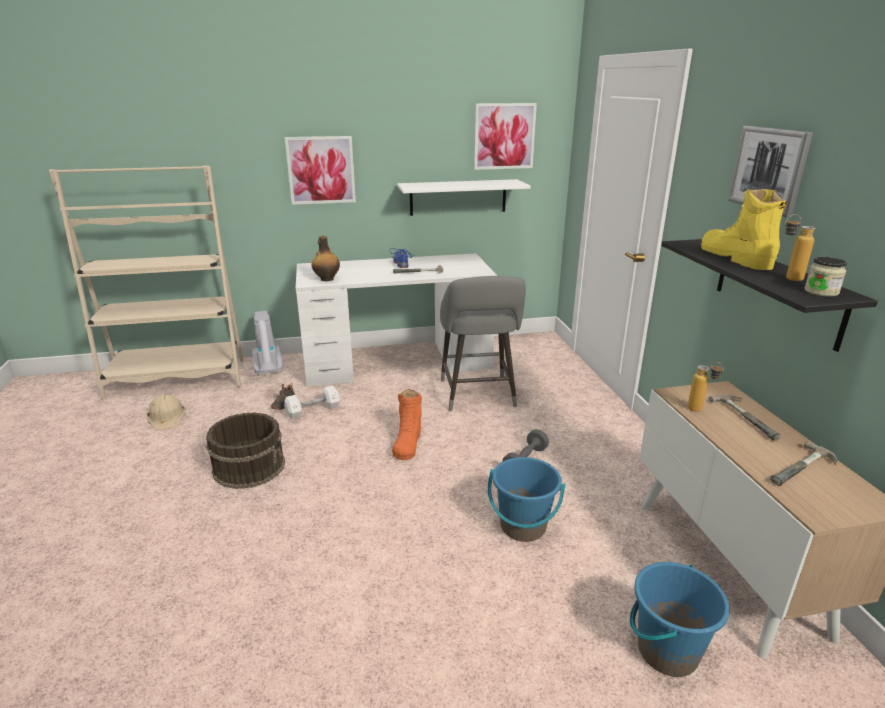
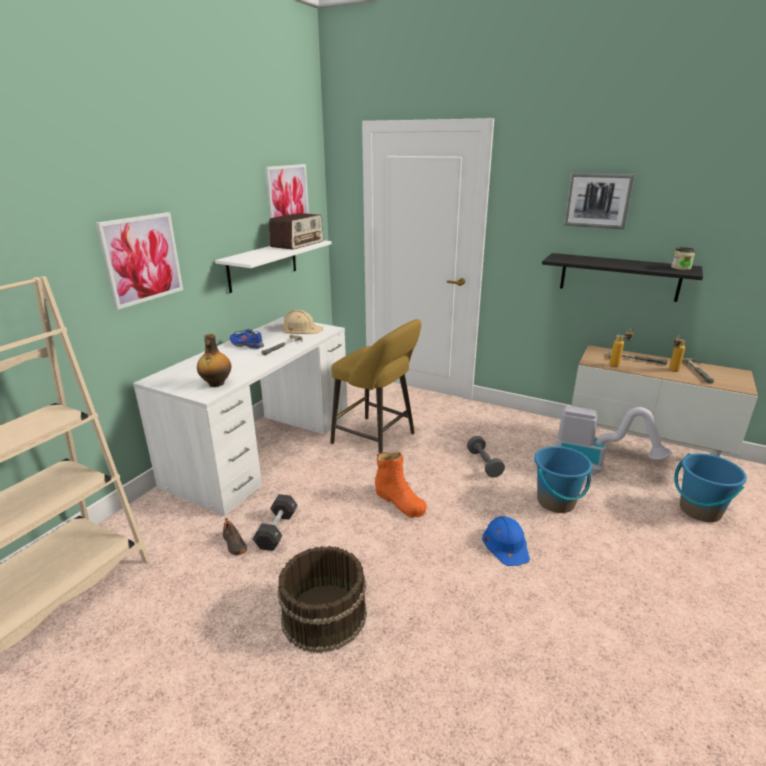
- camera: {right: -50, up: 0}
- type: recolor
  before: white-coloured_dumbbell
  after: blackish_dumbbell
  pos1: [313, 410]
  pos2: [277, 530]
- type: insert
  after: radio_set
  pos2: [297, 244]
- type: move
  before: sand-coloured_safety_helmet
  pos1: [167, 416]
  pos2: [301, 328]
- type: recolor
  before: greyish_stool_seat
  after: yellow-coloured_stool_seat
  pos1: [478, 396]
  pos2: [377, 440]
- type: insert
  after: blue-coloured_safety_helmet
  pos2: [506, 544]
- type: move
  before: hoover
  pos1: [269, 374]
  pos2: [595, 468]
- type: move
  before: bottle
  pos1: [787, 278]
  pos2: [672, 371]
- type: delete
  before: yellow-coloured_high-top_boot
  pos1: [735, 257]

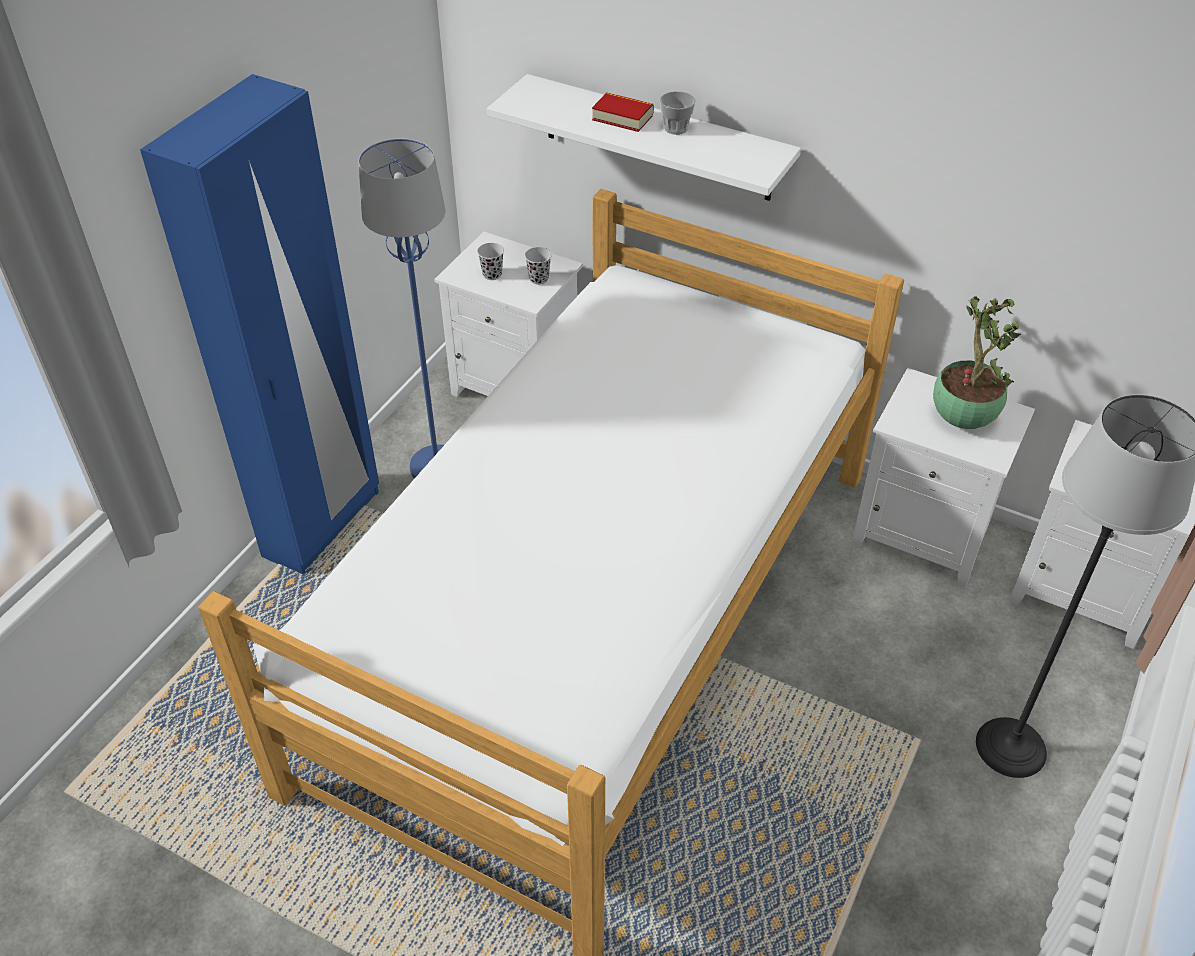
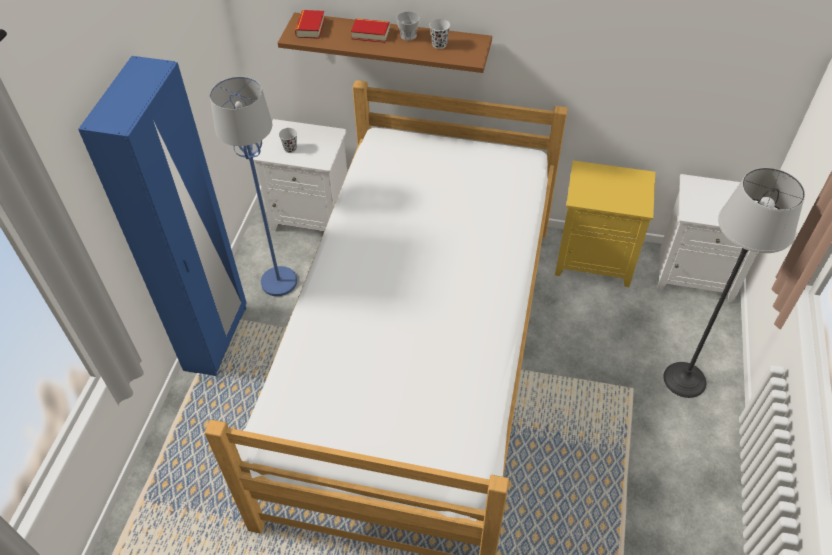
- camera: {right: -15, up: 5}
- type: recolor
  before: white-coloured_shelf
  after: brown_shelf
  pos1: [657, 138]
  pos2: [392, 42]
- type: insert
  after: book
  pos2: [310, 28]
- type: move
  before: blackish_cup
  pos1: [539, 279]
  pos2: [439, 44]
- type: recolor
  before: white-coloured_night_table
  after: yellow-coloured_night_table
  pos1: [924, 535]
  pos2: [595, 259]
- type: delete
  before: plant_in_a_pot
  pos1: [961, 418]

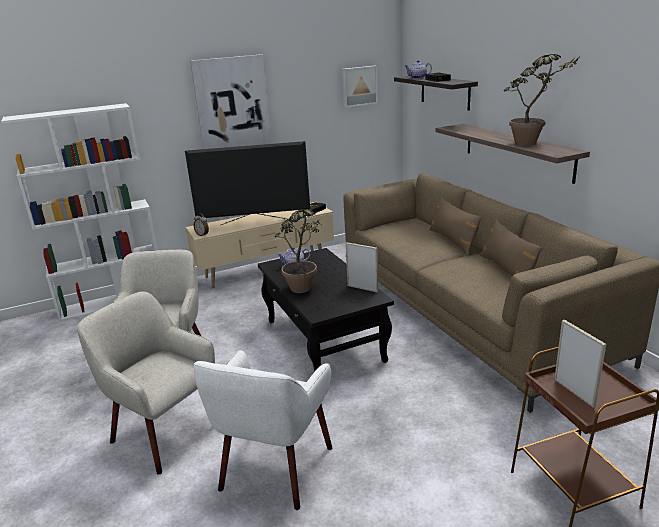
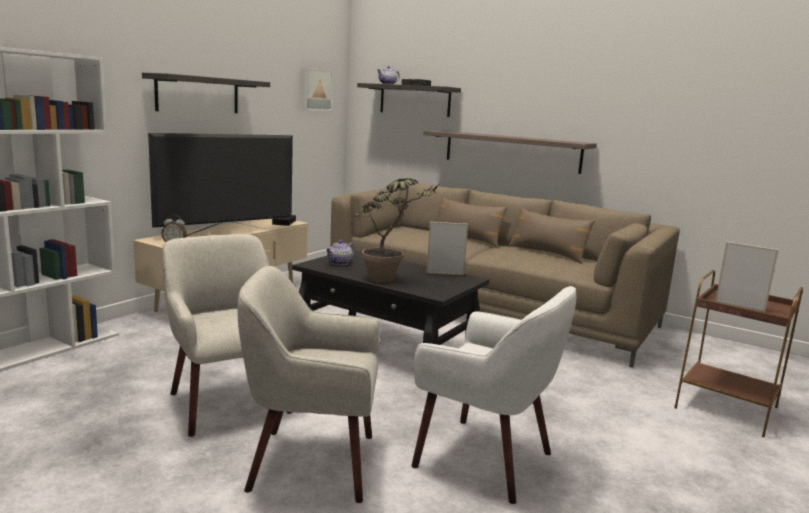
- camera: {right: -35, up: -10}
- type: replace
  before: picture
  after: shelf
  pos1: [233, 112]
  pos2: [198, 94]
- type: rotate
  before: white-coloured_easy_chair
  pos1: [274, 468]
  pos2: [485, 459]
  turn: -45
- type: delete
  before: plant_in_a_pot
  pos1: [532, 144]

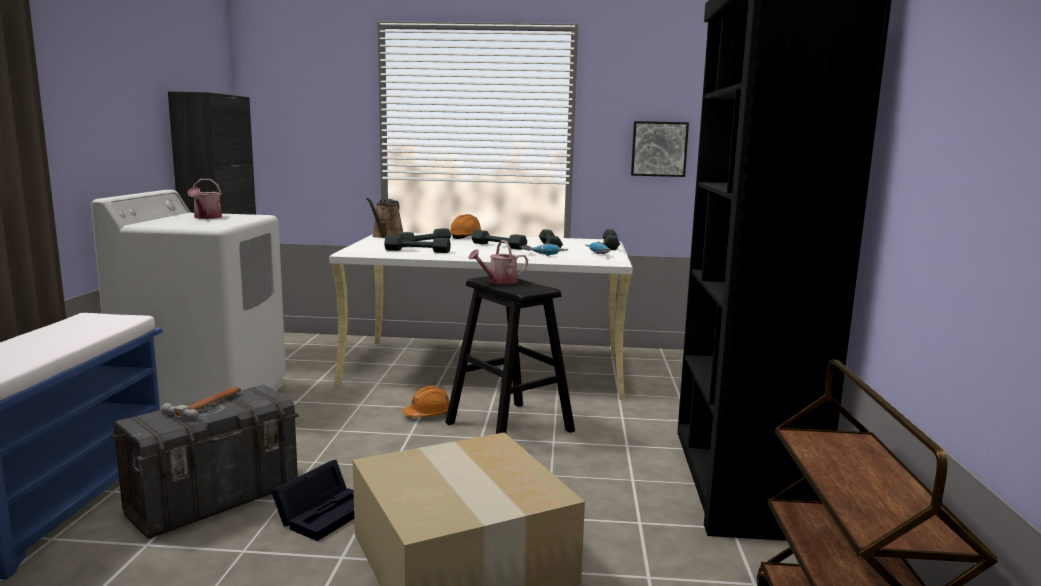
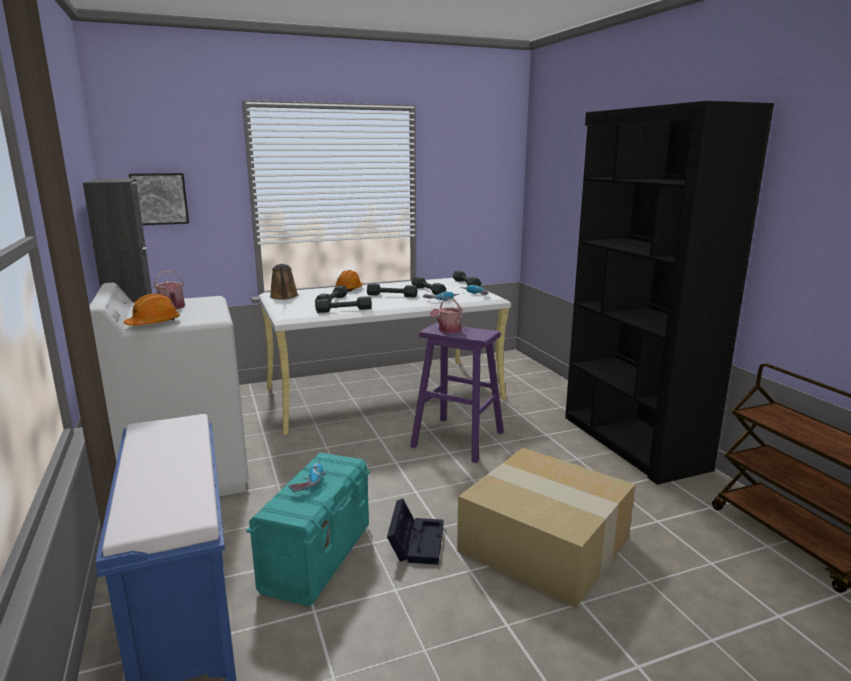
- camera: {right: -25, up: 5}
- type: move
  before: orangey_safety_helmet
  pos1: [428, 414]
  pos2: [154, 323]
- type: move
  before: picture
  pos1: [659, 149]
  pos2: [159, 198]
- type: recolor
  before: greyish_storage_container
  after: turquoise-coloured_storage_container
  pos1: [215, 499]
  pos2: [318, 557]
- type: replace
  before: hammer
  after: power_drill
  pos1: [208, 405]
  pos2: [308, 482]
- type: recolor
  before: blackish_stool_seat
  after: purplish_stool_seat
  pos1: [509, 427]
  pos2: [457, 439]

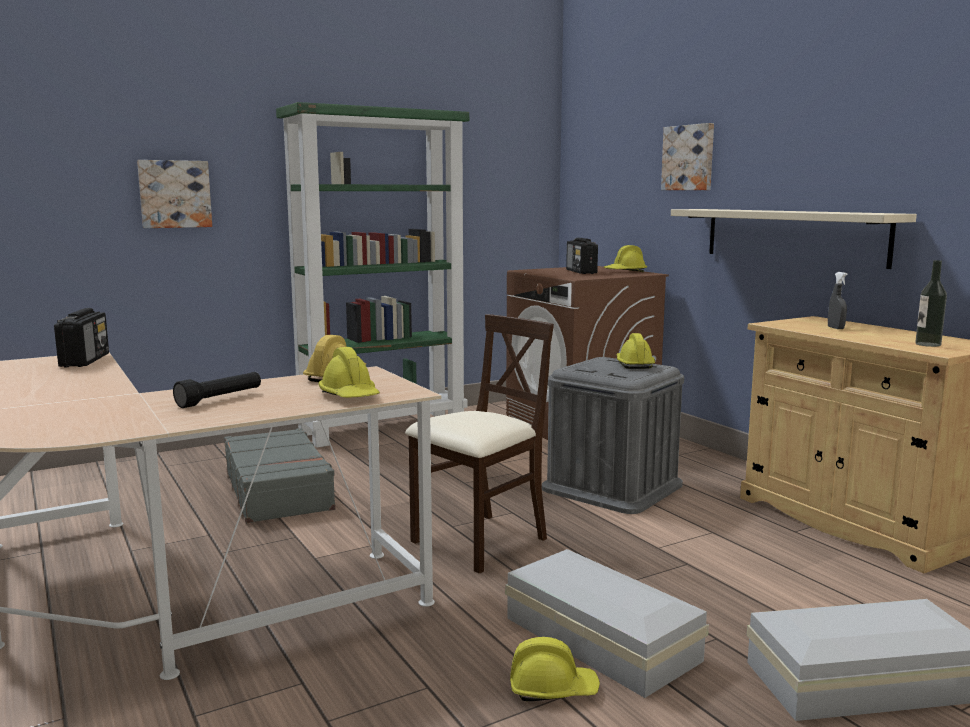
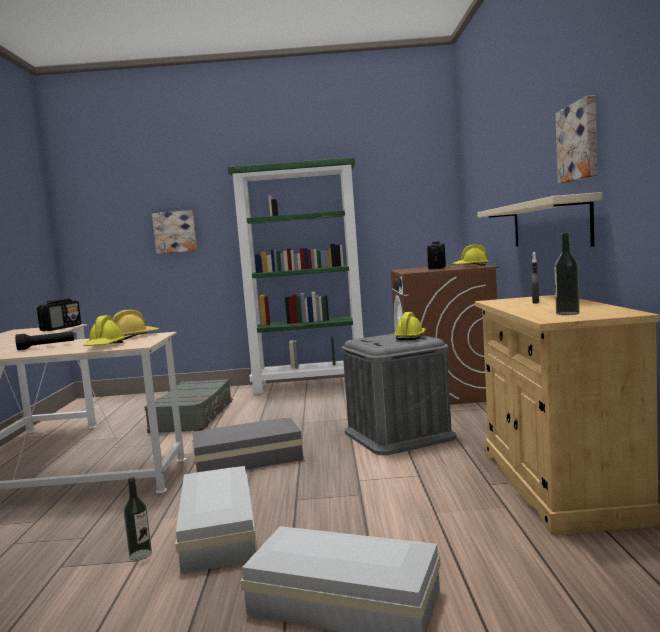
- camera: {right: 30, up: -5}
- type: replace
  before: yellow-coloured_safety_helmet
  after: bottle
  pos1: [553, 689]
  pos2: [140, 555]
- type: replace
  before: sand-coloured_chair
  after: greyish_storage_container
  pos1: [480, 542]
  pos2: [250, 460]
- type: move
  before: picture
  pos1: [689, 158]
  pos2: [579, 142]

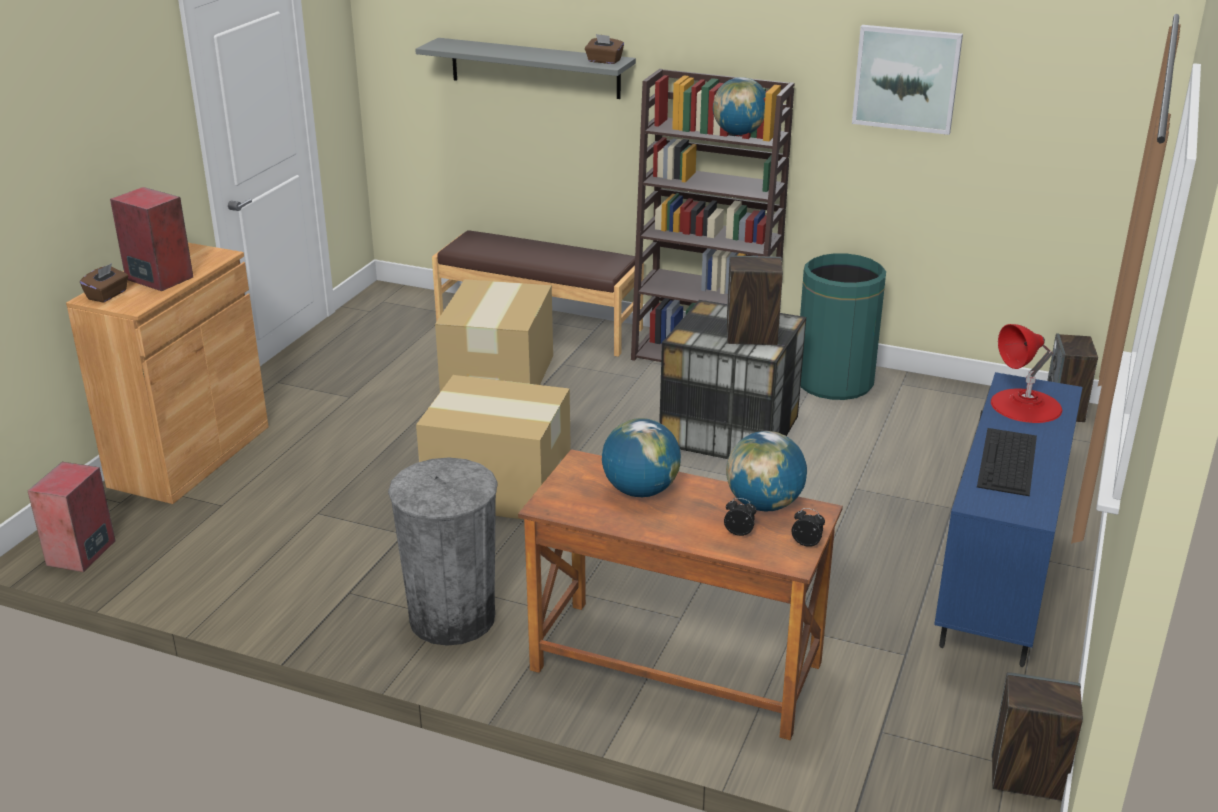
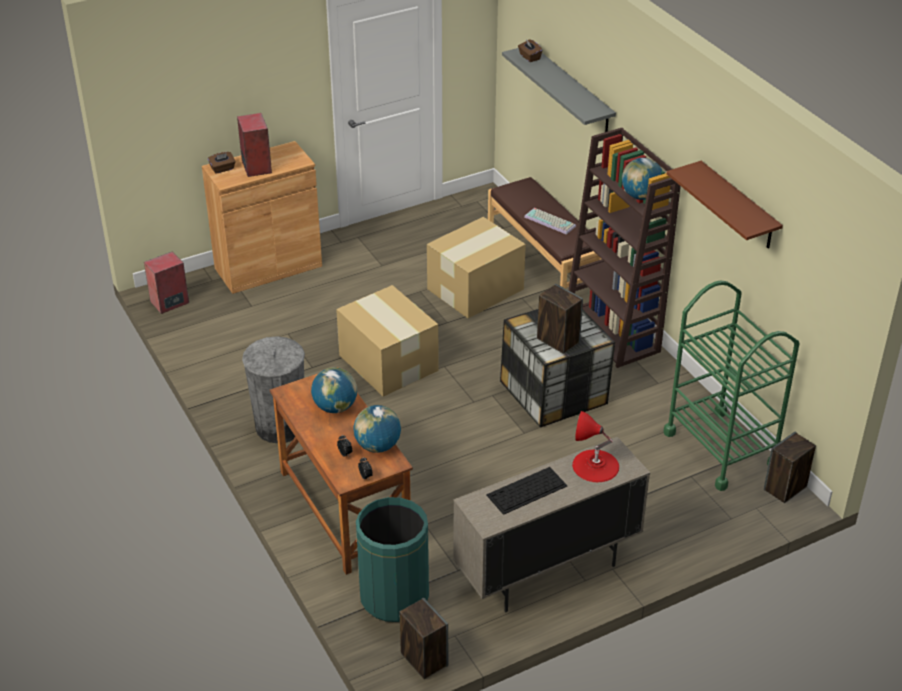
- camera: {right: 40, up: 10}
- type: move
  before: green-coloured_waste_bin
  pos1: [834, 382]
  pos2: [394, 597]
- type: recolor
  before: blue-coloured_cabinet
  after: sand-coloured_cabinet
  pos1: [994, 600]
  pos2: [547, 572]
- type: move
  before: brown_box_of_tissues
  pos1: [604, 61]
  pos2: [529, 57]
- type: insert
  after: PC_keyboard
  pos2: [551, 221]
- type: insert
  after: green-coloured_cart
  pos2: [720, 449]
- type: replace
  before: picture
  after: brown_shelf
  pos1: [906, 78]
  pos2: [738, 206]

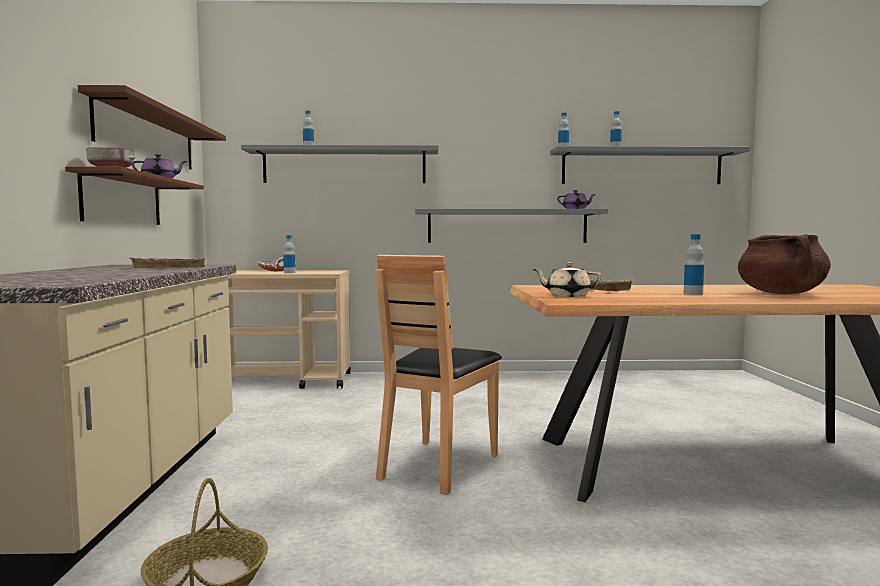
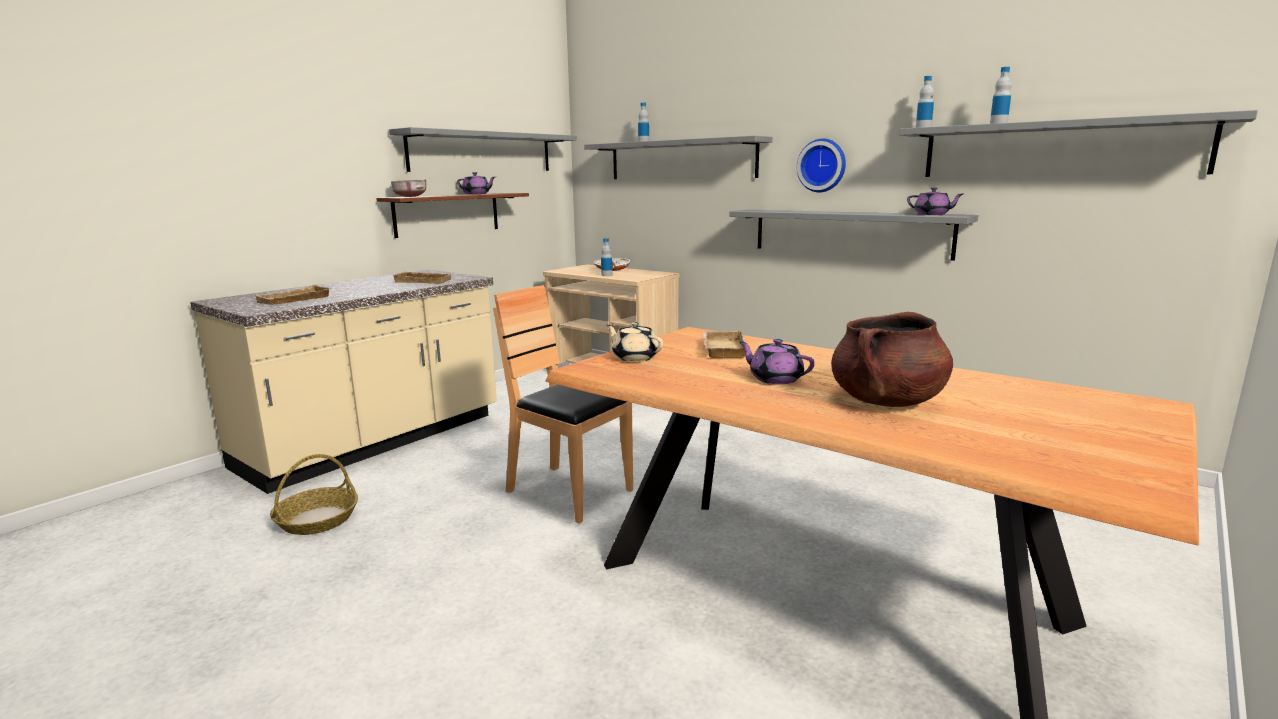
- camera: {right: 40, up: 10}
- type: insert
  after: sand-coloured_tray
  pos2: [294, 300]
- type: recolor
  before: brown_shelf
  after: greyish_shelf
  pos1: [148, 136]
  pos2: [483, 152]
- type: rotate
  before: brown_chair
  pos1: [438, 465]
  pos2: [569, 492]
  turn: 60
- type: replace
  before: bottle
  after: purplish_teapot
  pos1: [693, 293]
  pos2: [775, 379]
- type: insert
  after: wall_clock
  pos2: [822, 165]

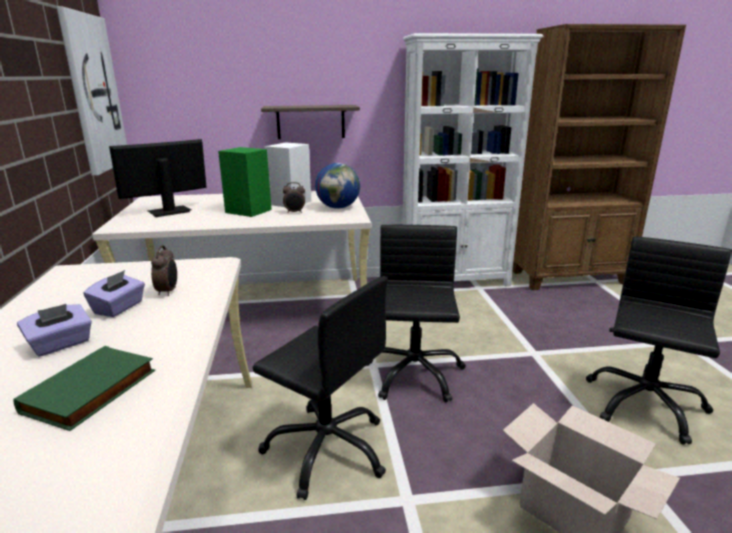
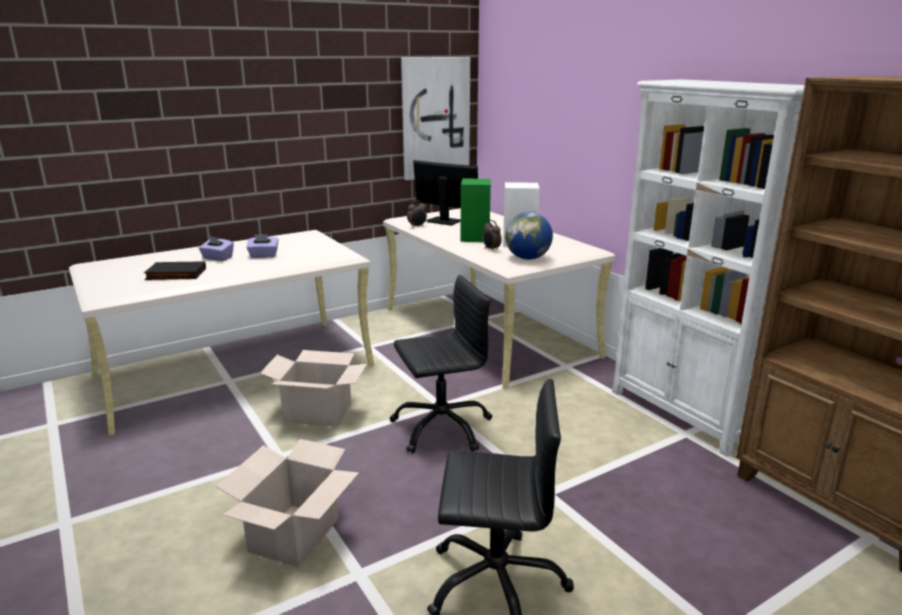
- camera: {right: 65, up: 0}
- type: recolor
  before: green-coloured_book
  after: blackish_book
  pos1: [92, 392]
  pos2: [175, 275]
- type: replace
  before: blackish_computer_chair
  after: carton
  pos1: [327, 449]
  pos2: [317, 413]
- type: move
  before: alarm_clock
  pos1: [168, 291]
  pos2: [417, 226]
- type: delete
  before: shelf
  pos1: [310, 122]

